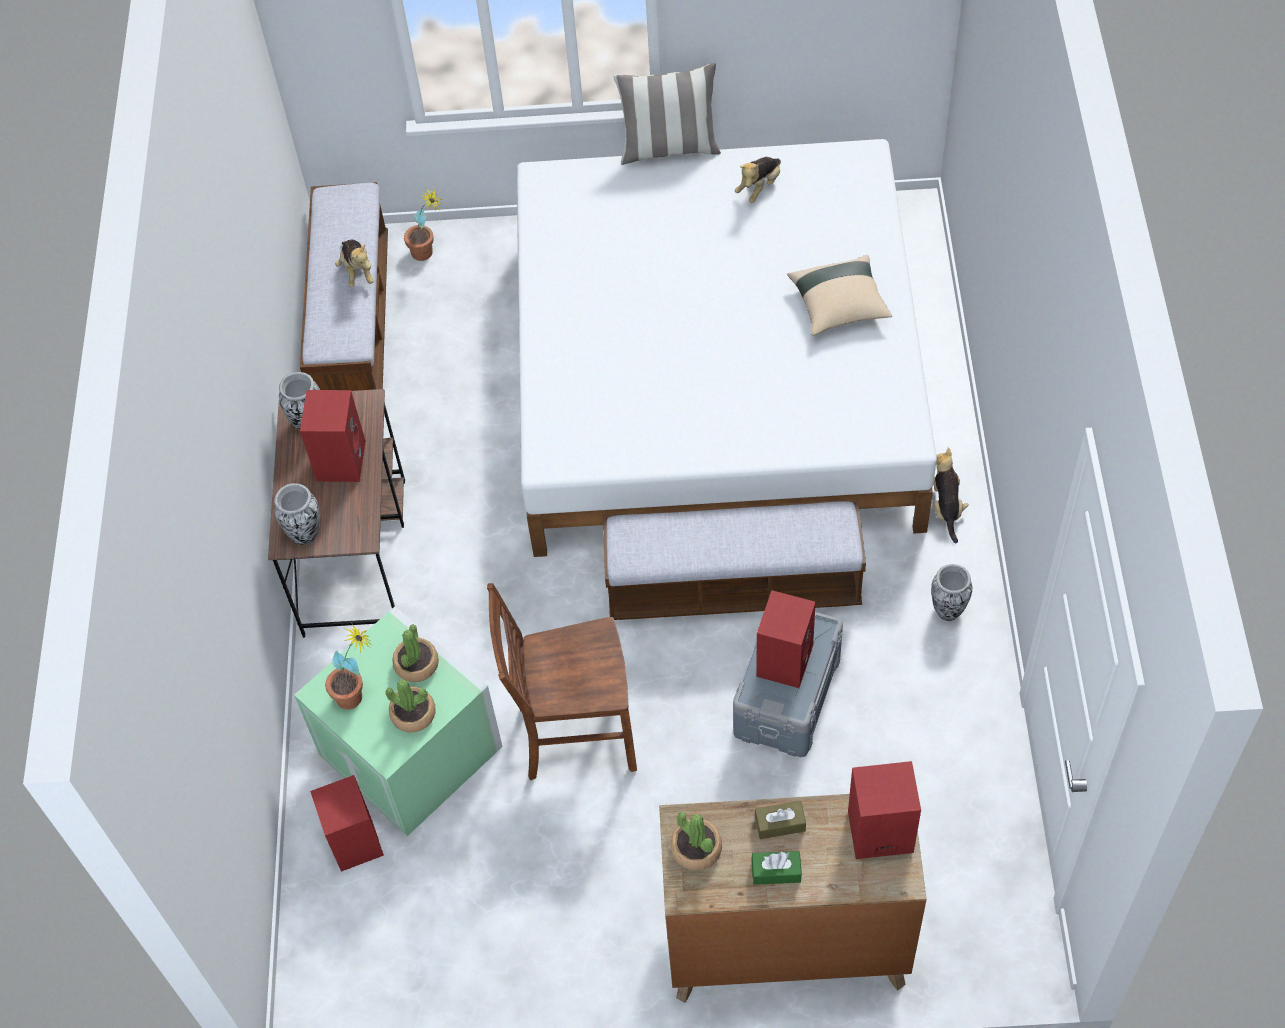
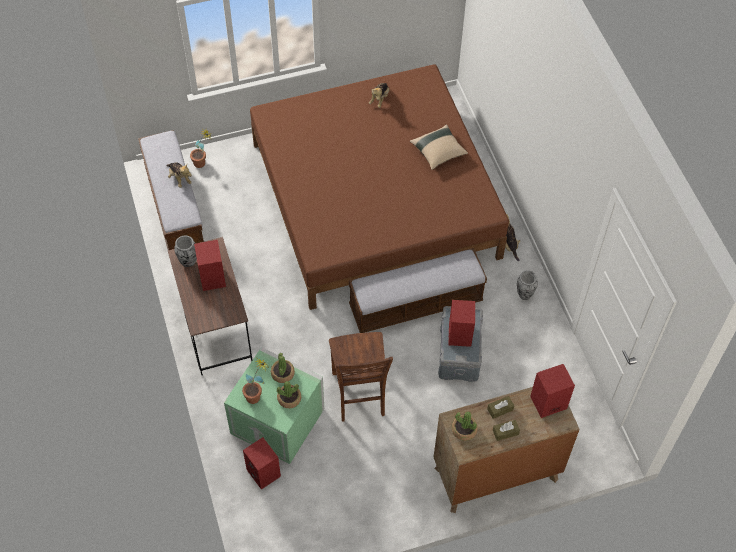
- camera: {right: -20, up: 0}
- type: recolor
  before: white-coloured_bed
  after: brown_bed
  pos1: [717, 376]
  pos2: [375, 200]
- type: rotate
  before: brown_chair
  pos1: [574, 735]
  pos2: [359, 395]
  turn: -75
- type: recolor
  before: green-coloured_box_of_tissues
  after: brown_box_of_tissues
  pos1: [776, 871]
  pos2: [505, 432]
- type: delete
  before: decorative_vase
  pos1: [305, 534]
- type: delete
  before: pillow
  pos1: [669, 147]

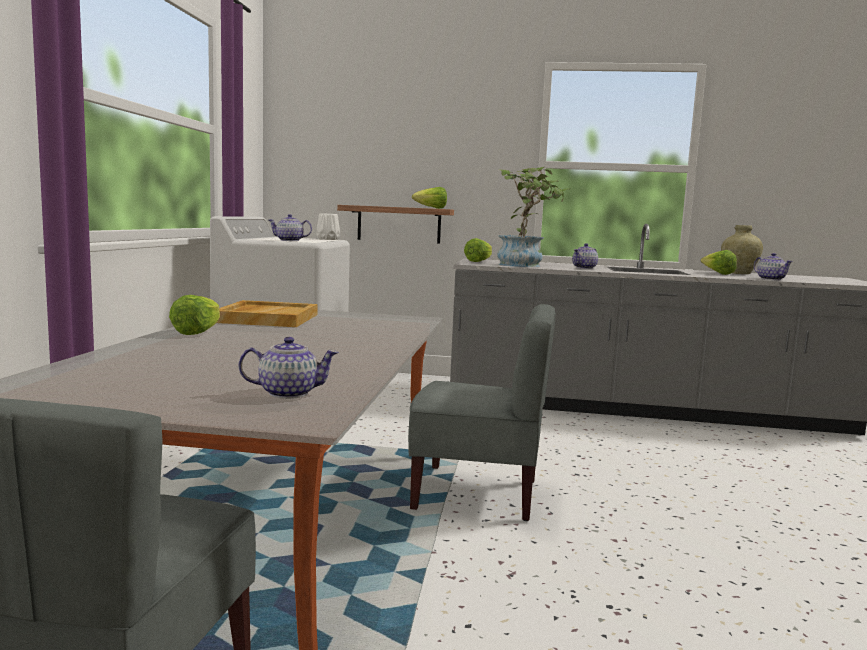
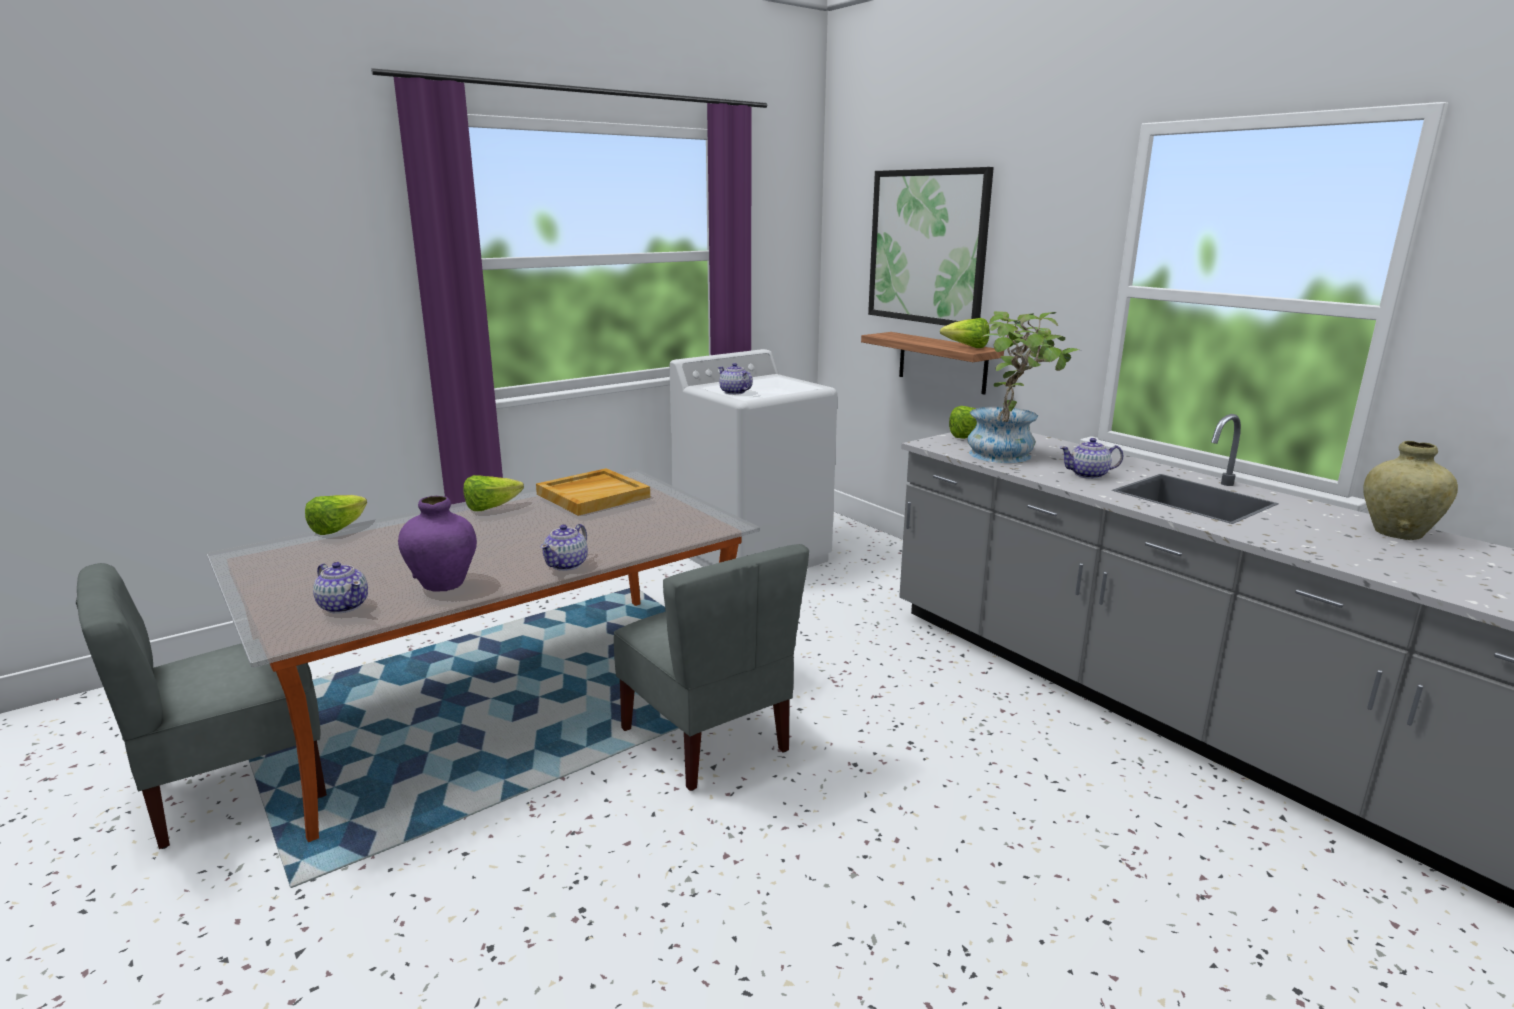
- camera: {right: 45, up: 10}
- type: move
  before: lettuce
  pos1: [717, 273]
  pos2: [338, 529]
- type: insert
  after: purplish_decorative_vase
  pos2: [443, 584]
- type: move
  before: teapot
  pos1: [770, 279]
  pos2: [567, 564]
- type: insert
  after: picture
  pos2: [927, 247]
- type: delete
  before: white-coloured_decorative_vase
  pos1: [327, 239]

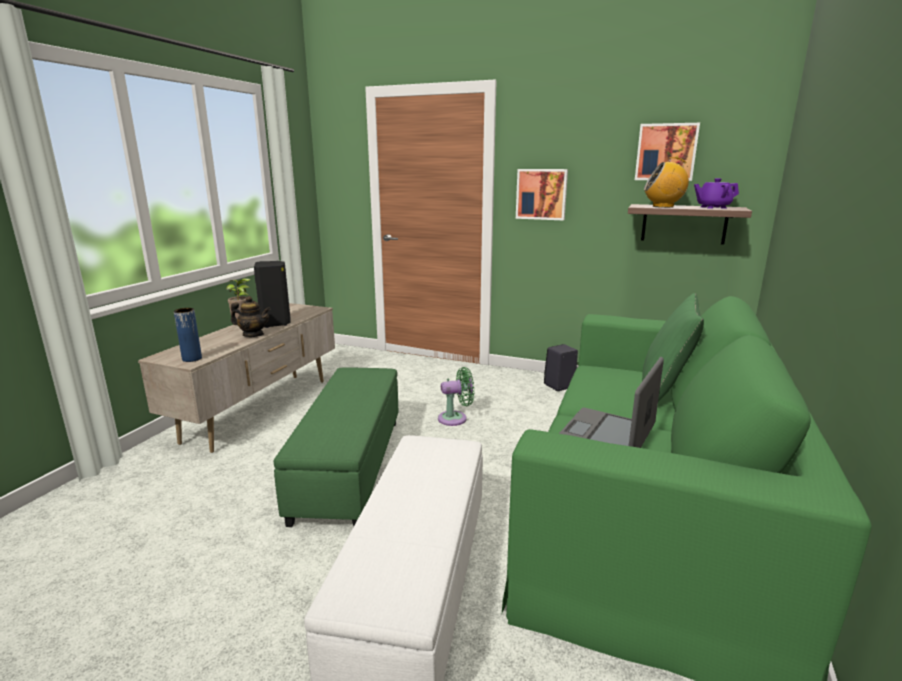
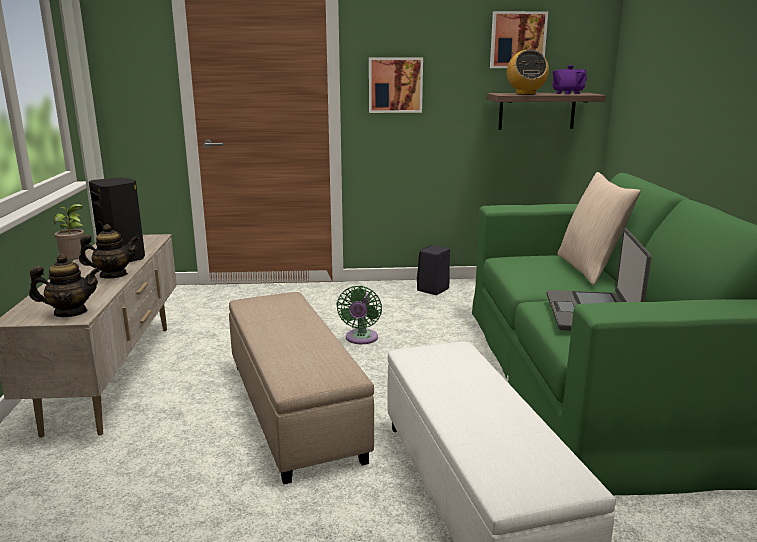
- camera: {right: -25, up: 0}
- type: replace
  before: blue-coloured_decorative_vase
  after: teapot
  pos1: [192, 359]
  pos2: [70, 313]
- type: recolor
  before: green-coloured_ottoman
  after: sand-coloured_ottoman
  pos1: [348, 466]
  pos2: [292, 409]
- type: rotate
  before: green-coloured_cooling_fan
  pos1: [455, 418]
  pos2: [361, 339]
  turn: 135
- type: rotate
  before: radio_set
  pos1: [663, 206]
  pos2: [525, 94]
  turn: -75
- type: recolor
  before: green-coloured_pillow
  after: sand-coloured_pillow
  pos1: [664, 393]
  pos2: [590, 269]

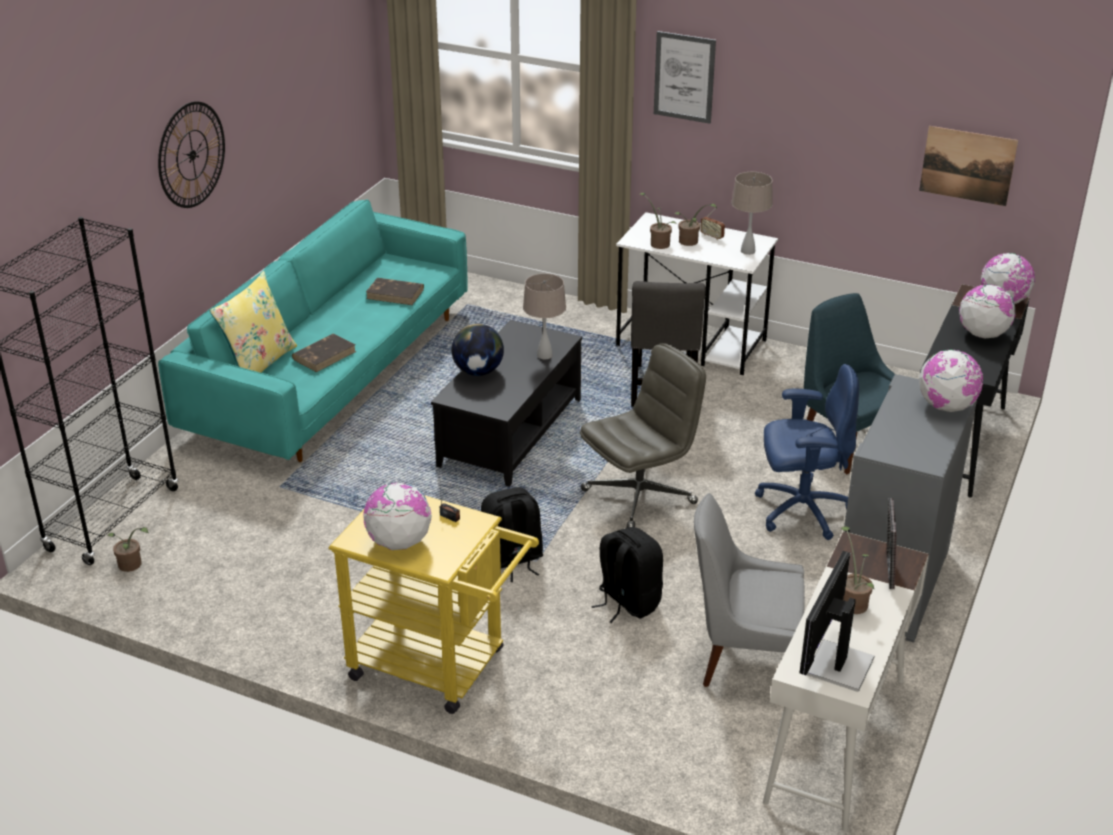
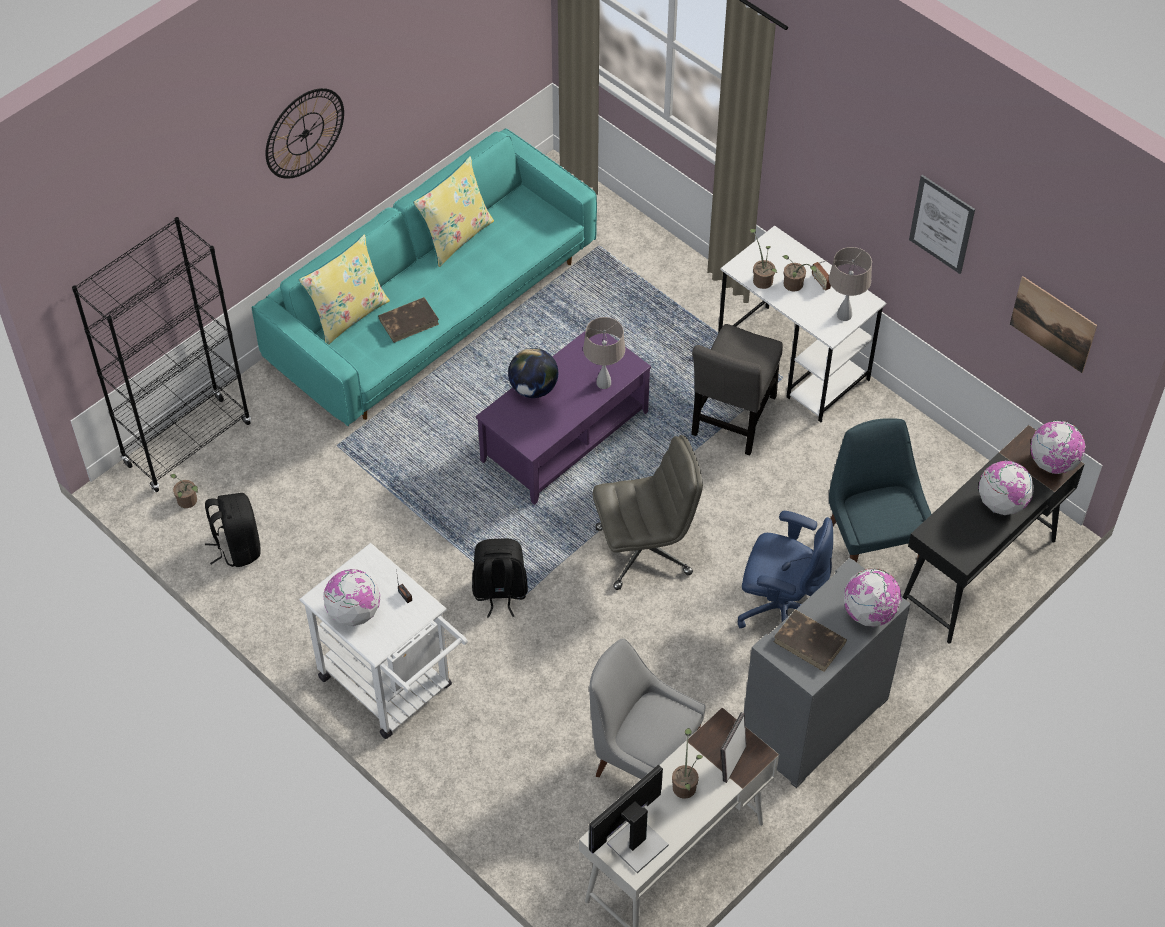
- camera: {right: 20, up: 20}
- type: move
  before: blackish_backpack
  pos1: [627, 602]
  pos2: [237, 547]
- type: recolor
  before: yellow-coloured_cart
  after: white-coloured_cart
  pos1: [439, 667]
  pos2: [393, 688]
- type: insert
  after: yellow-coloured_pillow
  pos2: [456, 237]
- type: recolor
  before: blackish_lounge_table
  after: purplish_lounge_table
  pos1: [509, 432]
  pos2: [563, 435]
- type: move
  before: brown_book
  pos1: [395, 294]
  pos2: [810, 642]
- type: move
  before: picture
  pos1: [684, 77]
  pos2: [942, 224]

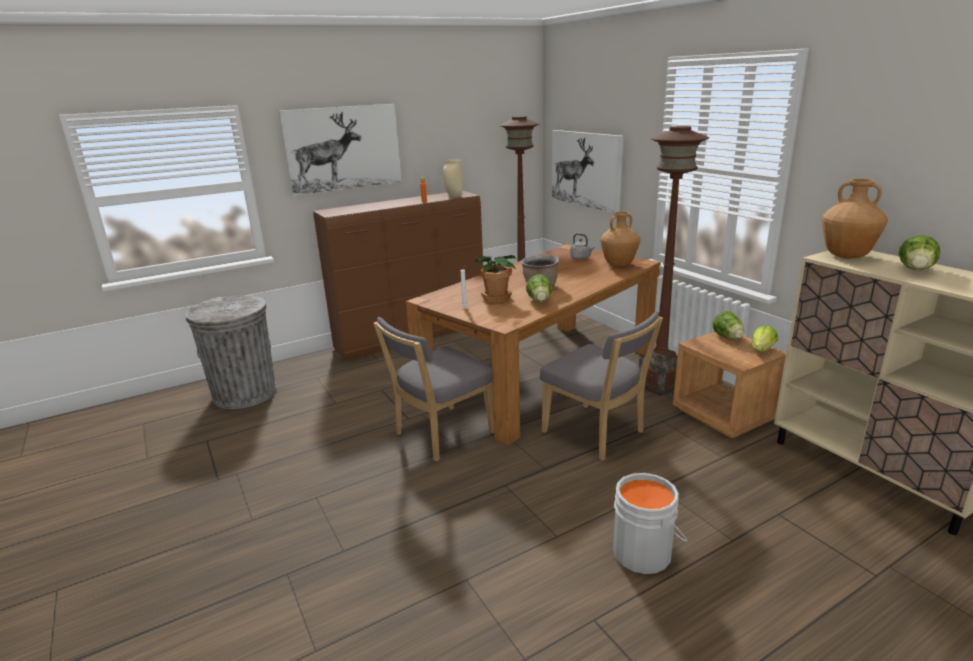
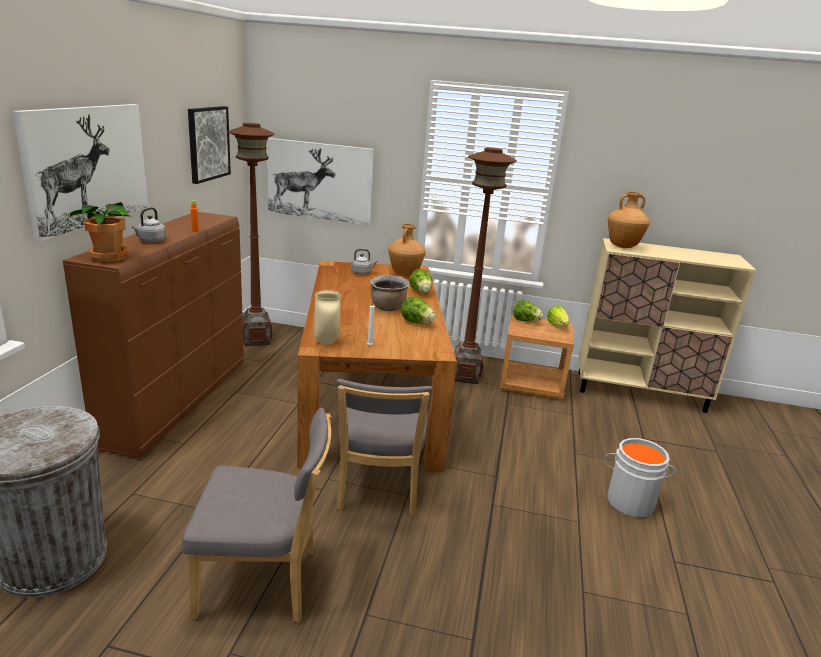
- camera: {right: -50, up: 0}
- type: move
  before: plant_in_a_pot
  pos1: [496, 298]
  pos2: [108, 257]
- type: insert
  after: greyish_tea_kettle
  pos2: [150, 241]
- type: move
  before: greyish_chair
  pos1: [596, 434]
  pos2: [263, 583]
- type: insert
  after: picture
  pos2: [208, 143]
- type: move
  before: sand-coloured_decorative_vase
  pos1: [455, 196]
  pos2: [327, 342]
- type: move
  before: lettuce
  pos1: [916, 270]
  pos2: [421, 292]

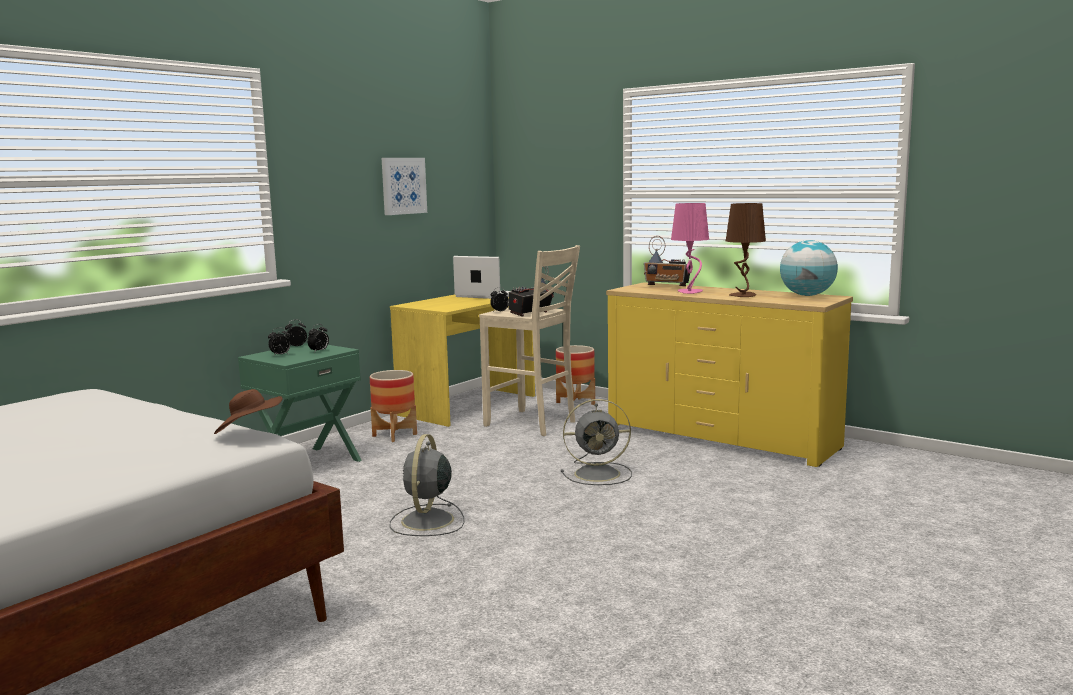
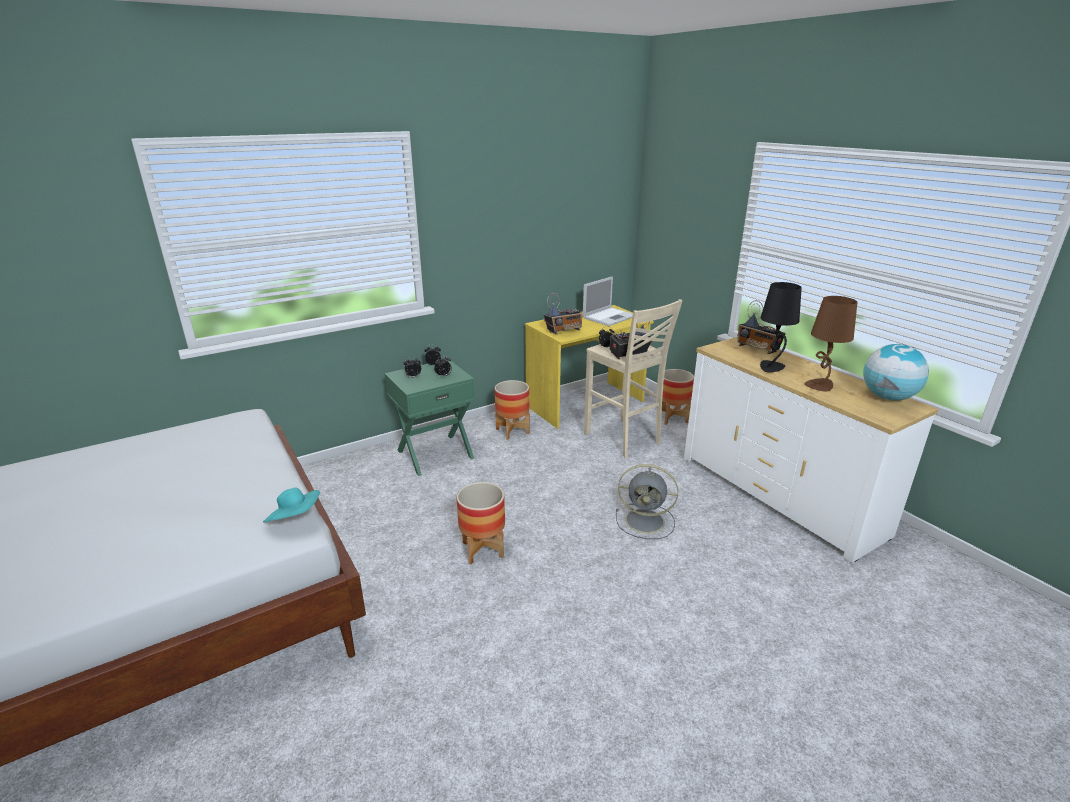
- camera: {right: 20, up: 15}
- type: recolor
  before: brown_wearable_hat
  after: turquoise-coloured_wearable_hat
  pos1: [250, 432]
  pos2: [296, 519]
- type: replace
  before: greyish_cooling_fan
  after: planter
  pos1: [427, 521]
  pos2: [483, 550]
- type: insert
  after: radio_set
  pos2: [564, 331]
- type: rotate
  before: notebook_computer
  pos1: [485, 295]
  pos2: [609, 317]
  turn: 90
- type: recolor
  before: yellow-coloured_drawer_chest
  after: white-coloured_drawer_chest
  pos1: [721, 437]
  pos2: [779, 494]
- type: recolor
  before: pink-coloured_table_lamp
  after: blackish_table_lamp
  pos1: [690, 292]
  pos2: [771, 368]
- type: delete
  before: picture
  pos1: [403, 186]

